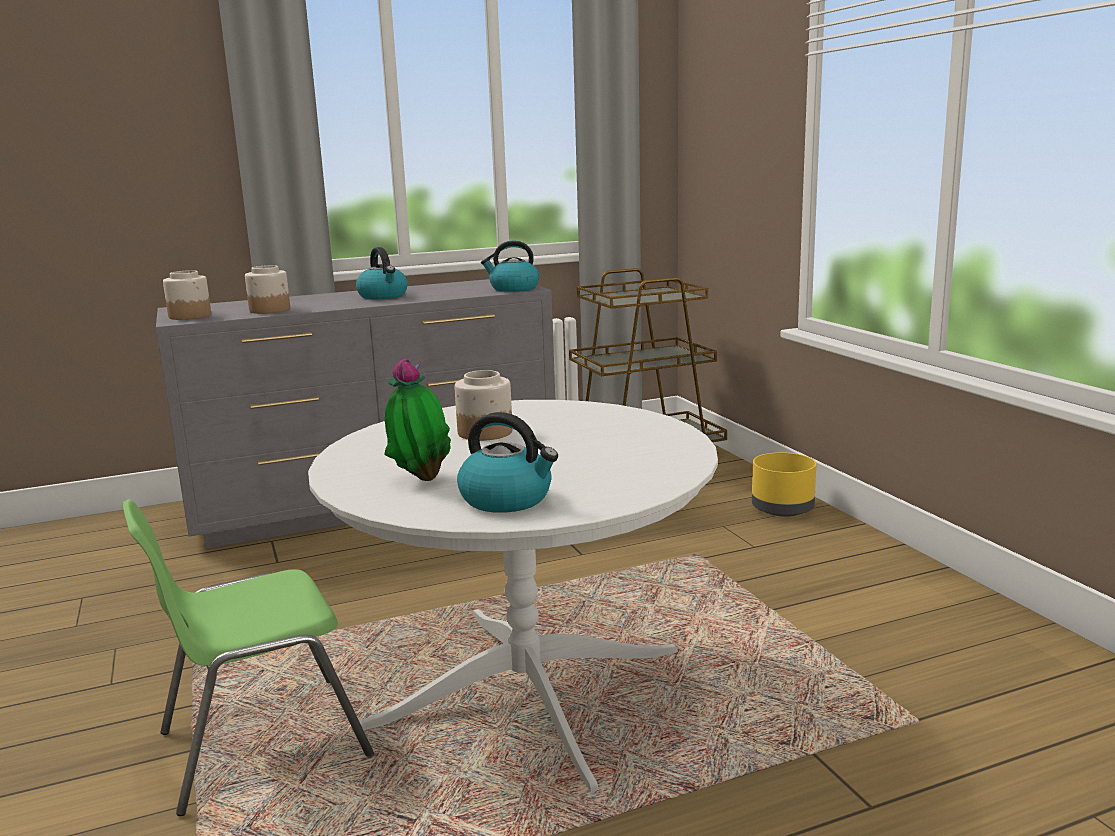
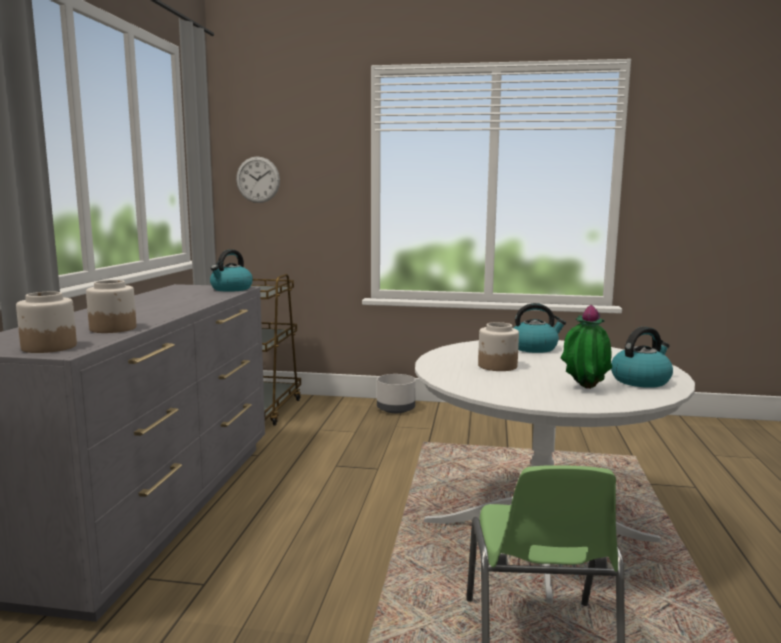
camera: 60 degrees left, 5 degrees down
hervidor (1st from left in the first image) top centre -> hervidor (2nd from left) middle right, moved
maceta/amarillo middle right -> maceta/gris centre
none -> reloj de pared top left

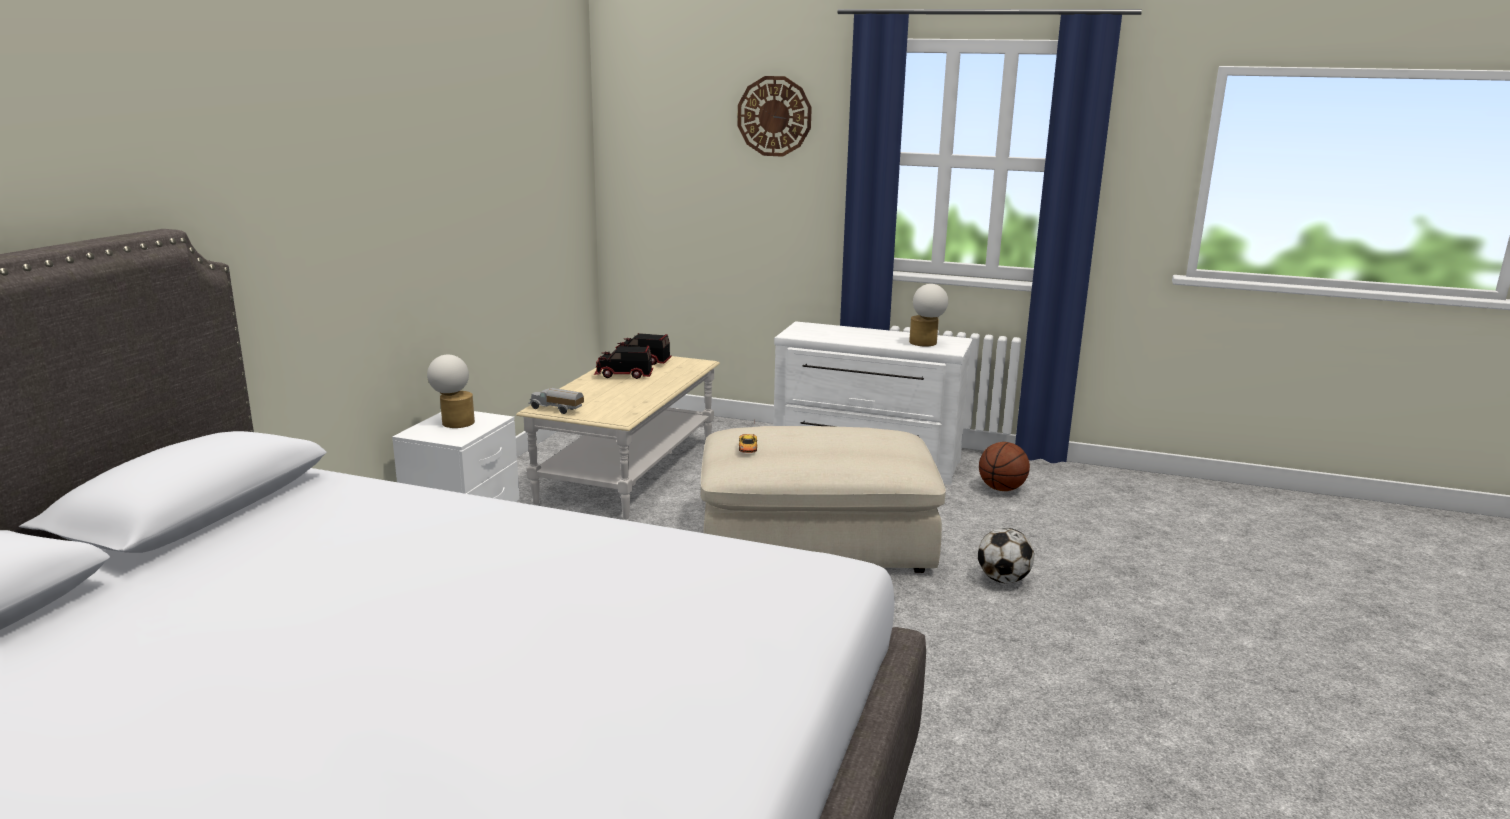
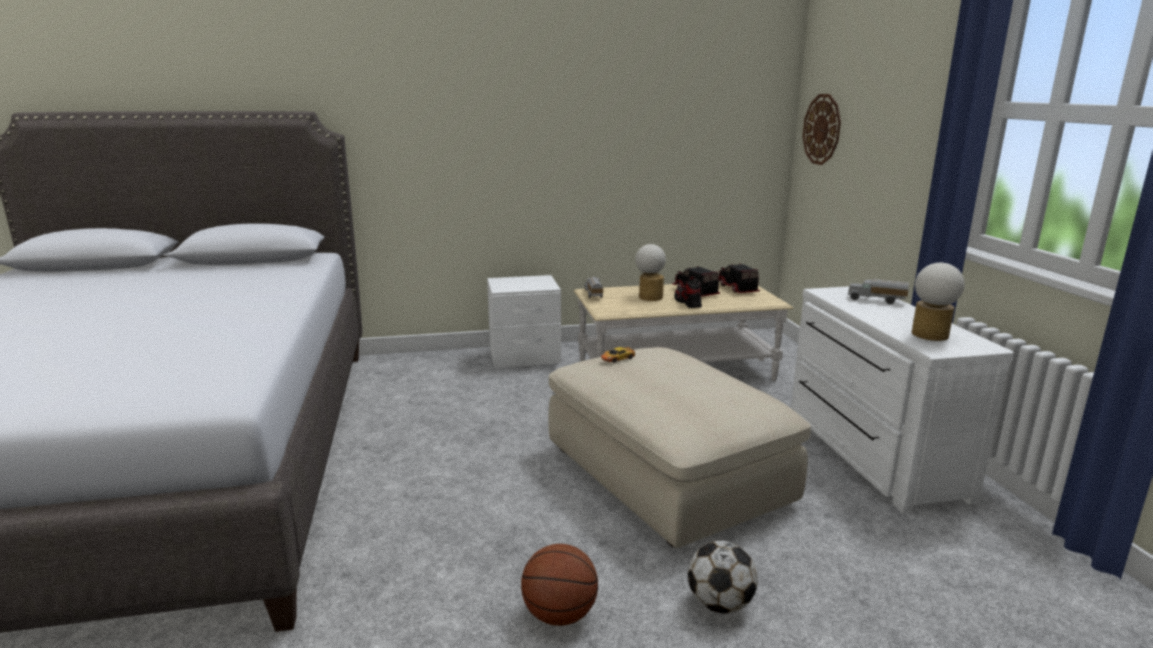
camera: 60 degrees right, 0 degrees up
lámpara de mesa (1st from left) middle left -> lámpara de mesa (1st from left) centre, moved
reloj de pared top centre -> reloj de pared top right, moved
balón de baloncesto centre -> balón de baloncesto bottom centre, moved
none -> zapato centre
none -> camión de juguete (4th from left) middle right

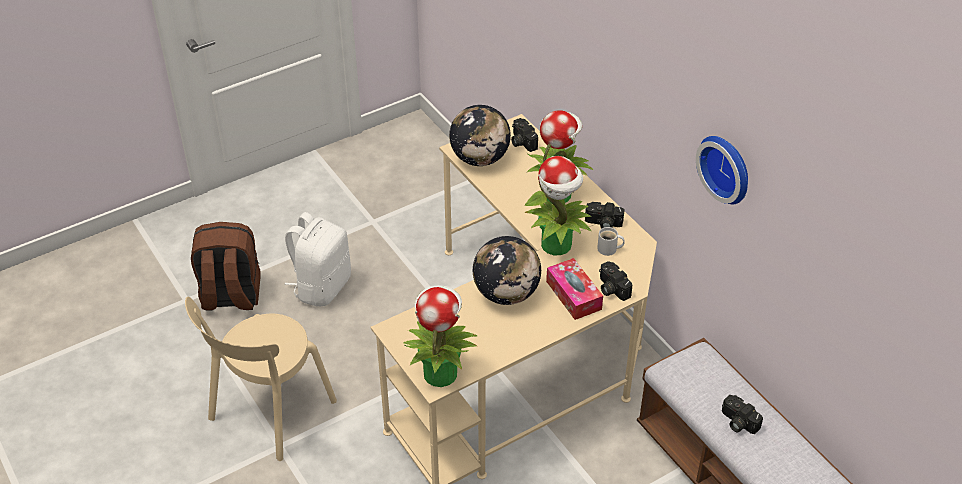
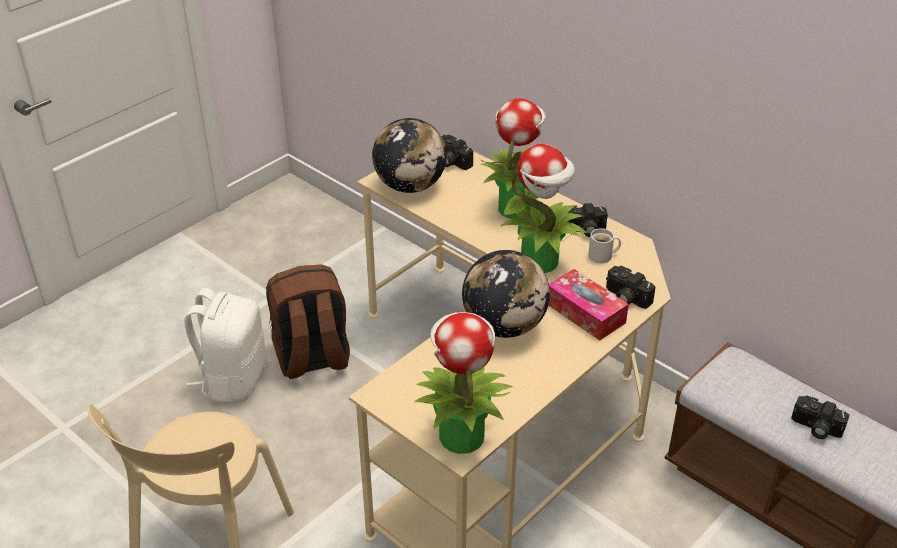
camera: 15 degrees left, 5 degrees down
mochila/marrón middle left -> mochila/marrón centre, moved
reloj de pared middle right -> none

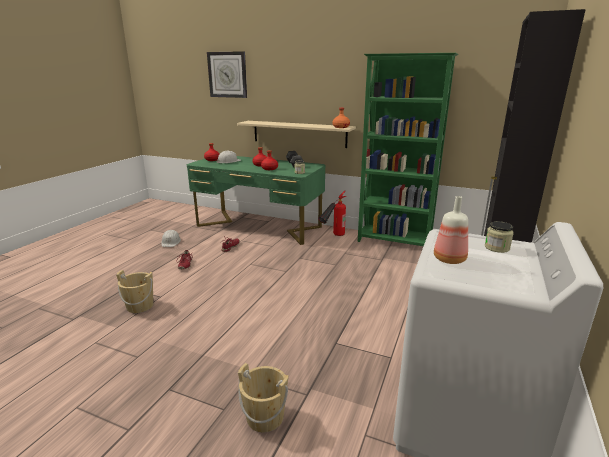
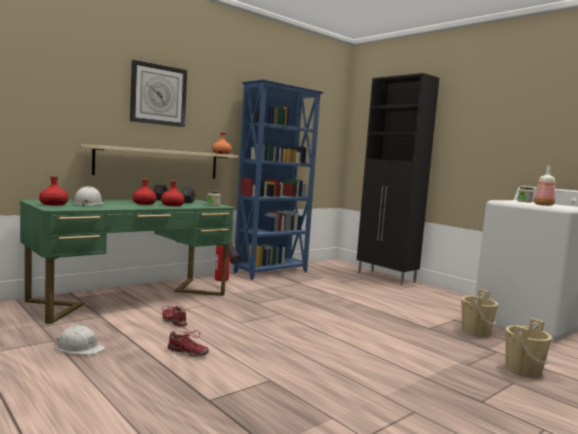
camera: 65 degrees left, 15 degrees down
cubo/beis (1st from left) middle left -> cubo/beis (1st from left) bottom right, moved
reloj de pared top centre -> reloj de pared top left, moved
estantería/verde top right -> estantería/azul centre

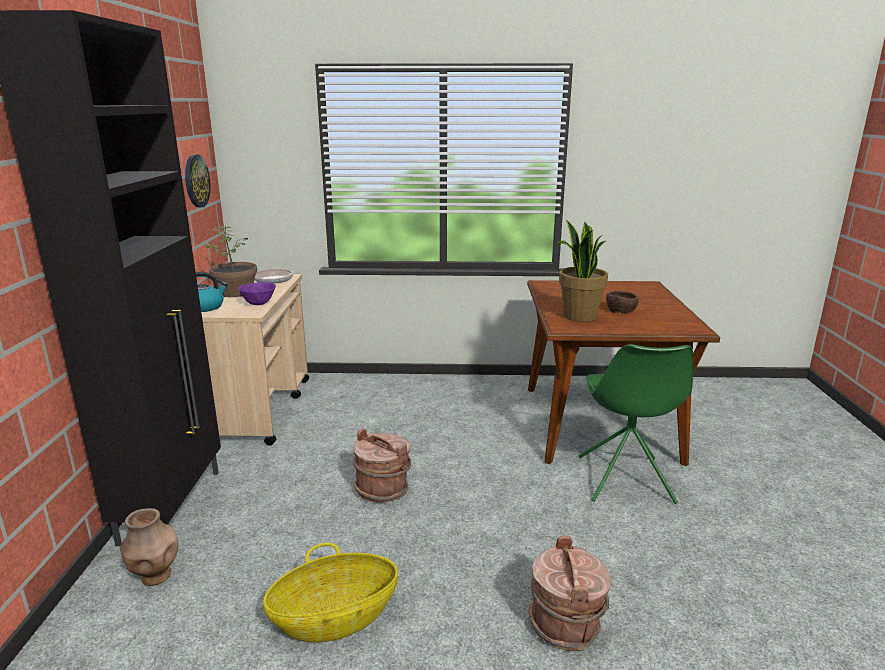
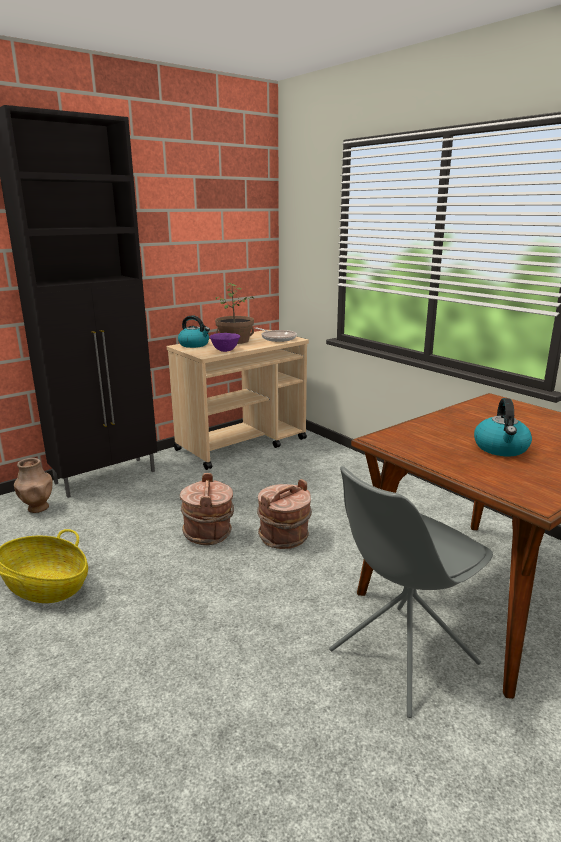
camera: 50 degrees right, 0 degrees up
reloj de pared top left -> none
cubo/marrón (2nd from left) bottom centre -> cubo/marrón (2nd from left) centre, moved
planta en maceta (2nd from left) centre -> none
silla/verde middle right -> silla/gris bottom right
cuenco/marrón middle right -> hervidor (2nd from left) middle right

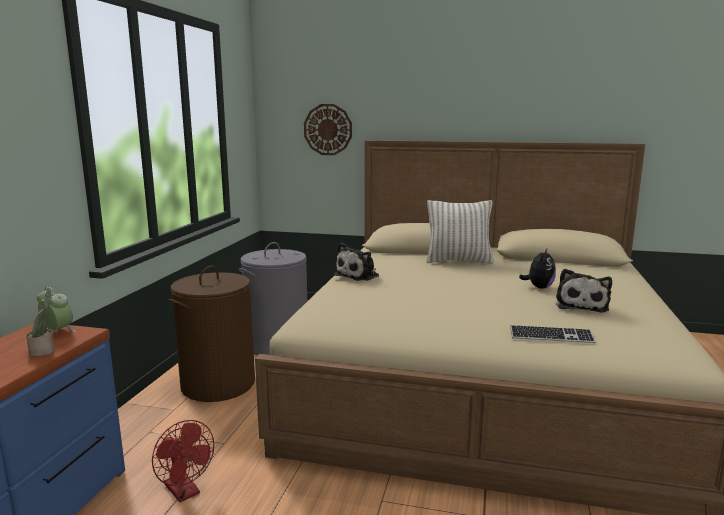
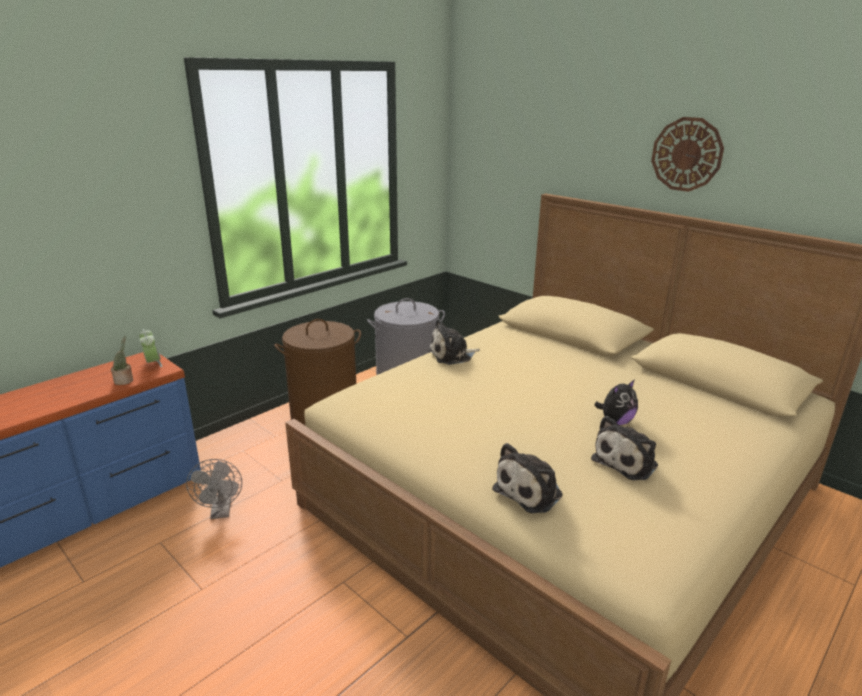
camera: 30 degrees right, 10 degrees up
ventilador/rojo bottom left -> ventilador/gris bottom left
reloj de pared top centre -> reloj de pared top right, moved
cojín centre -> none
teclado middle right -> peluche (2nd from left) bottom centre

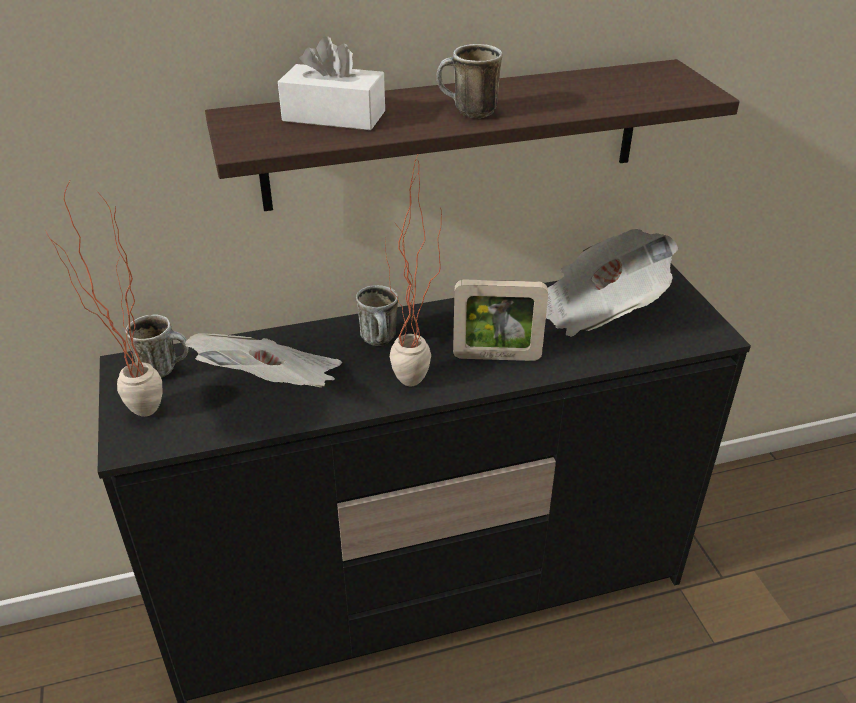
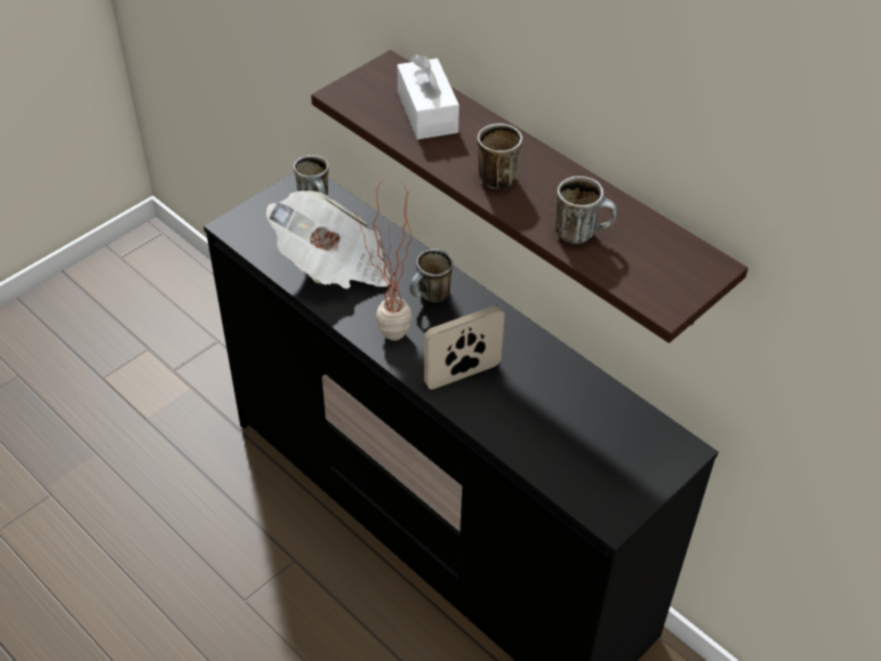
camera: 60 degrees right, 10 degrees up
planta en maceta (1st from left) middle left -> none
portarretratos centre, 90 degrees clockwise
periódico (2nd from left) middle right -> none
none -> taza grande (4th from left) top centre

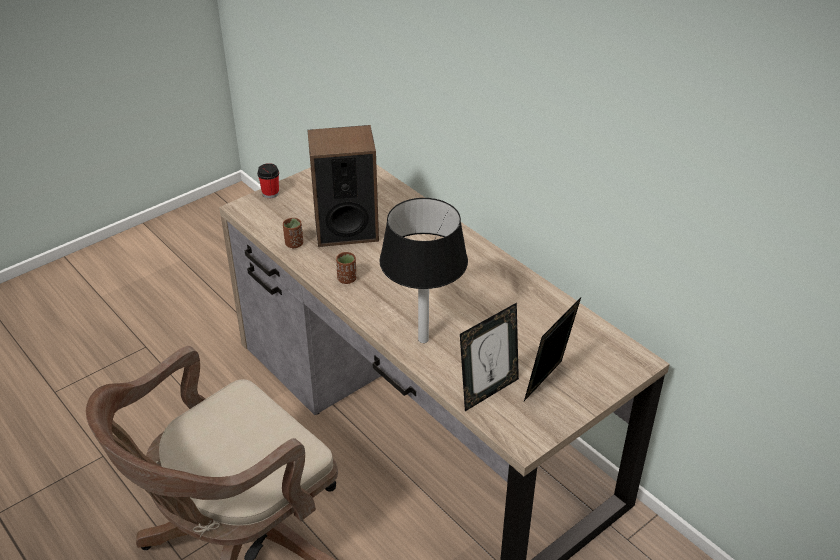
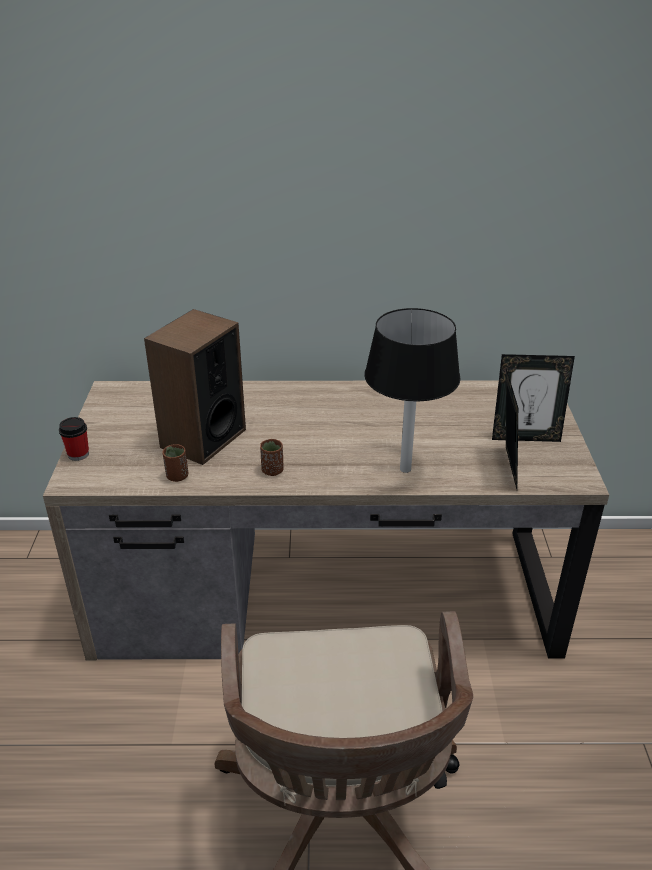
camera: 50 degrees left, 5 degrees down
portarretratos (2nd from left) centre -> portarretratos (2nd from left) middle right, 75 degrees counterclockwise

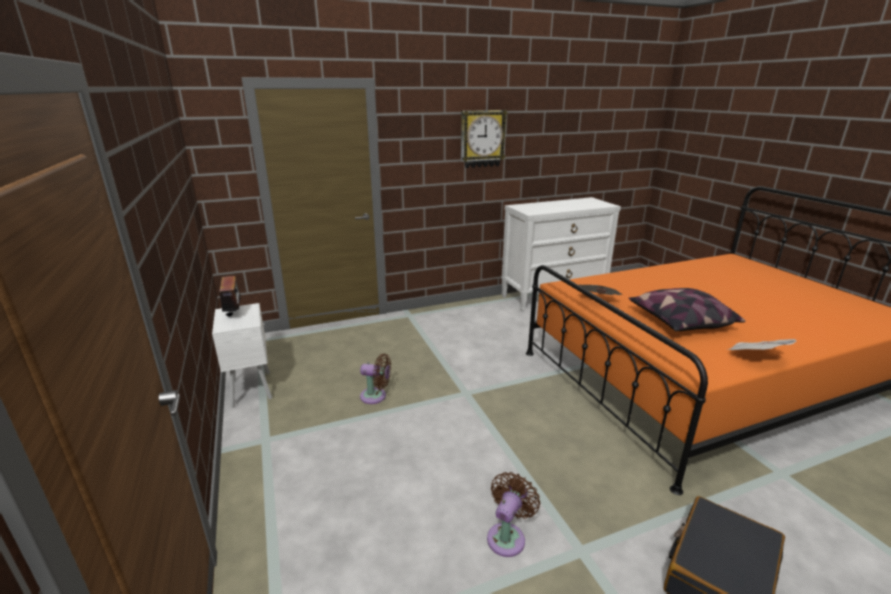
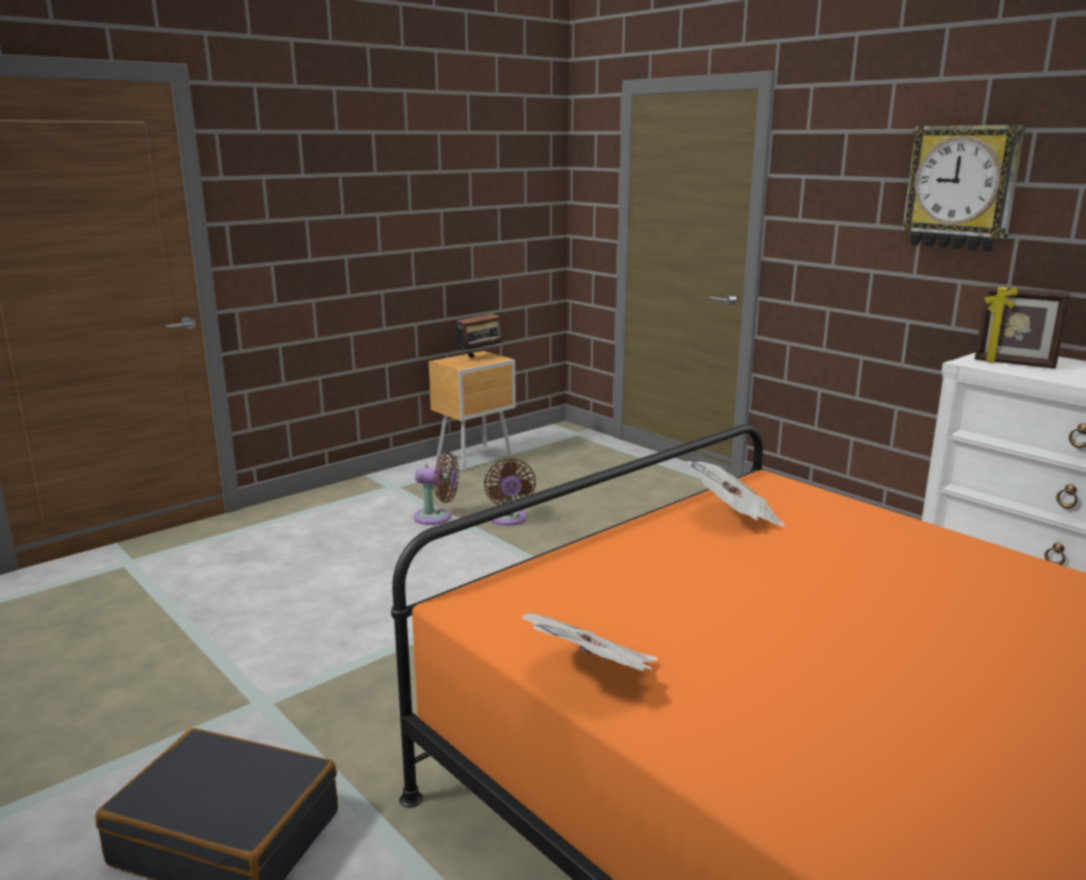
camera: 70 degrees right, 5 degrees down
mesita de noche/blanco middle left -> mesita de noche/marrón centre
ventilador/marrón (2nd from left in the first image) bottom centre -> ventilador/marrón (1st from left) centre, moved
cojín middle right -> none
none -> portarretratos middle right

